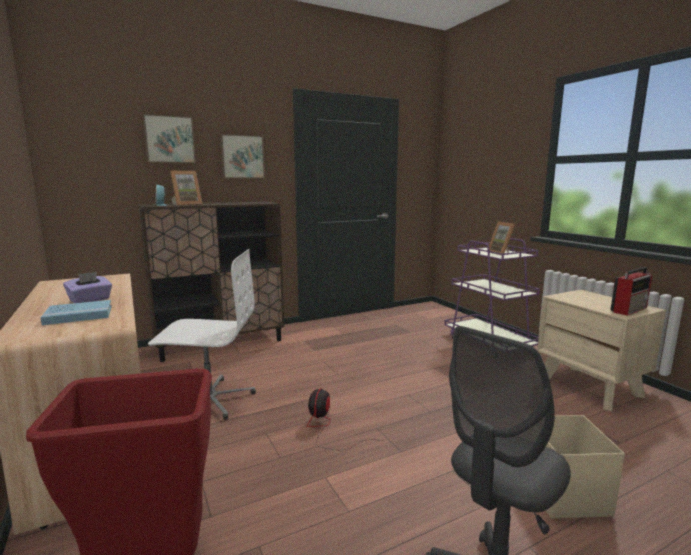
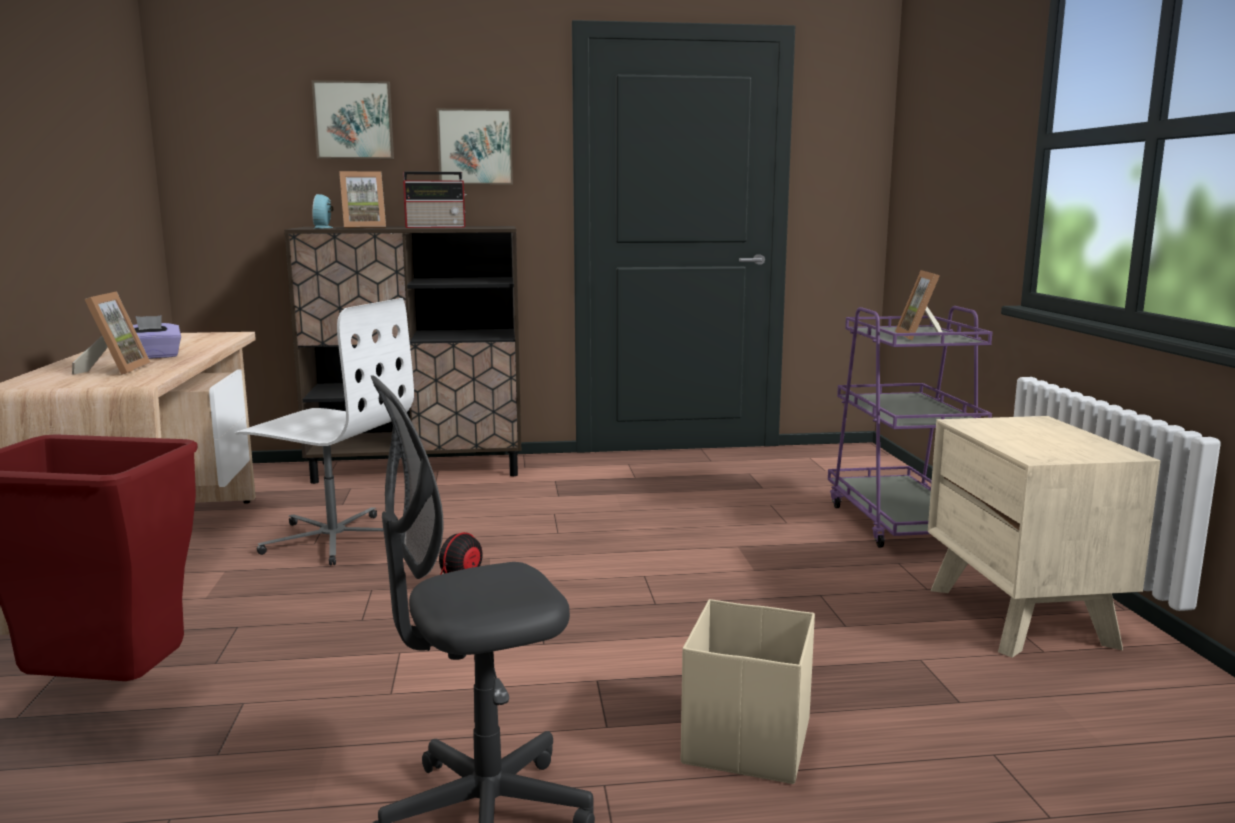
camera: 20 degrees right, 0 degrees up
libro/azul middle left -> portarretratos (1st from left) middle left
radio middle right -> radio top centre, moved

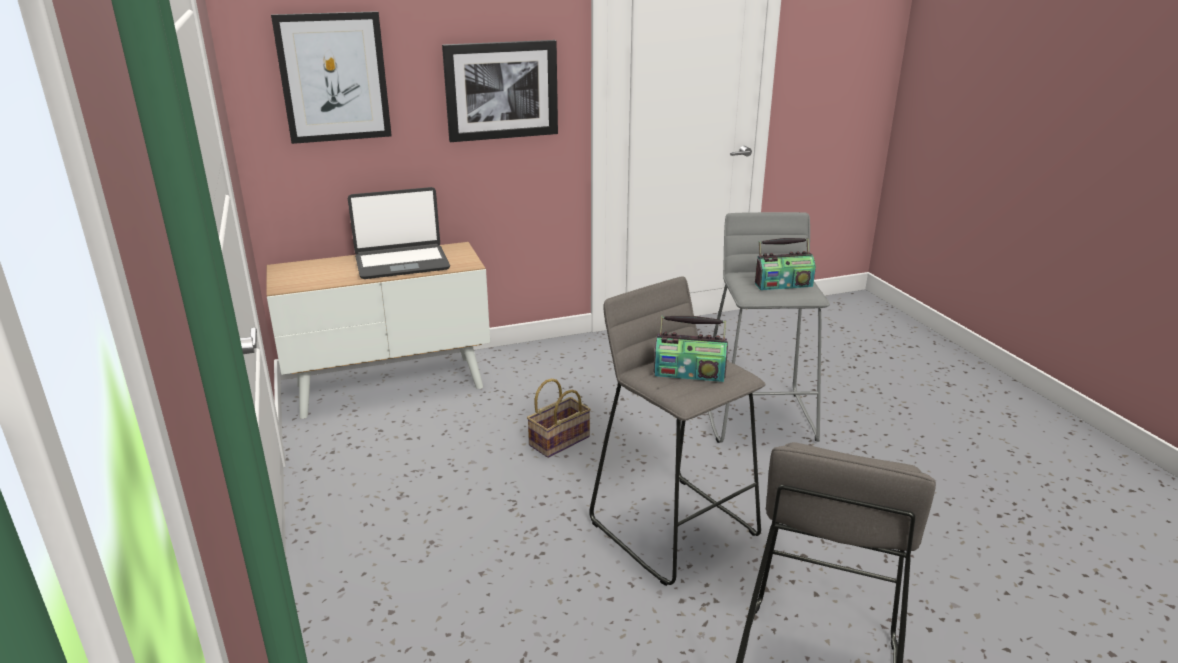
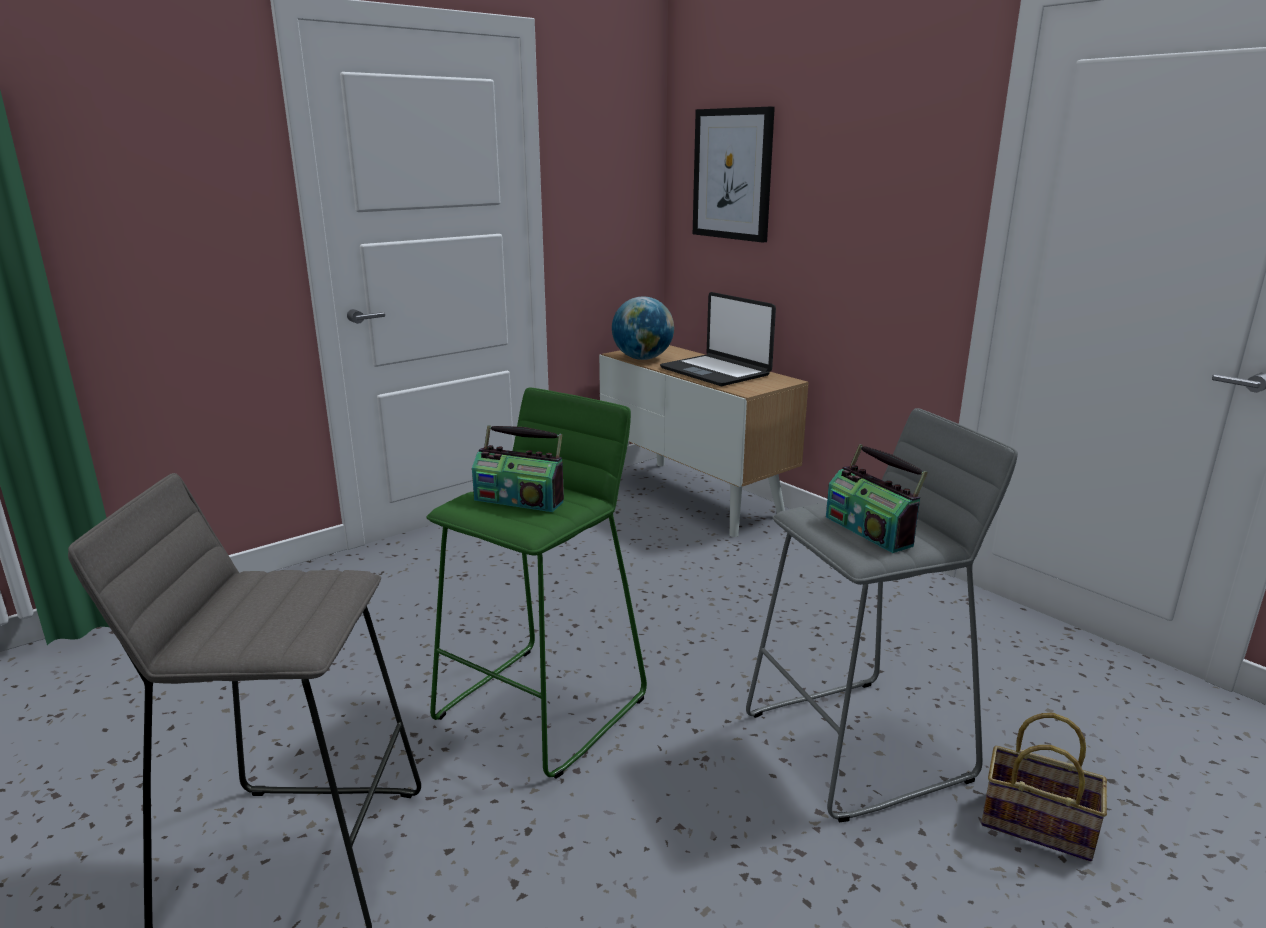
camera: 70 degrees right, 5 degrees down
cuadro (2nd from left) top centre -> none
cesta centre -> cesta bottom right, moved
taburete/gris (1st from left) centre -> taburete/verde centre
radio (1st from left) centre, 60 degrees counterclockwise
none -> globo terráqueo centre

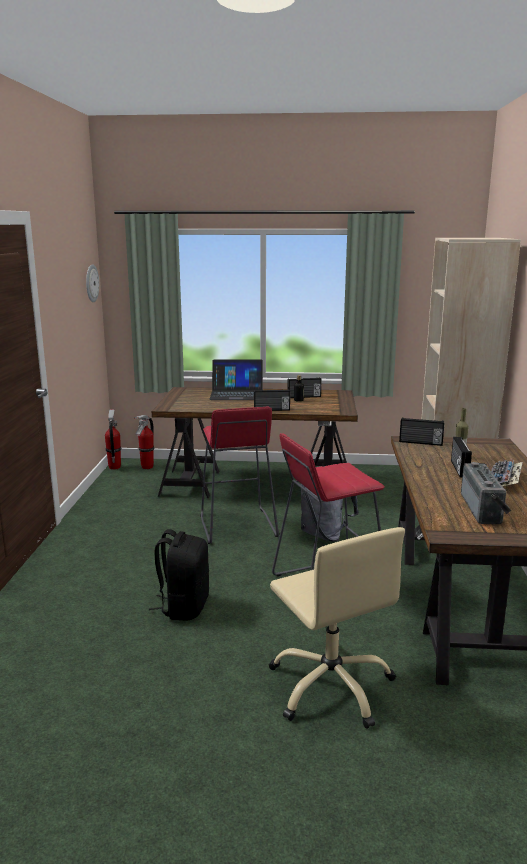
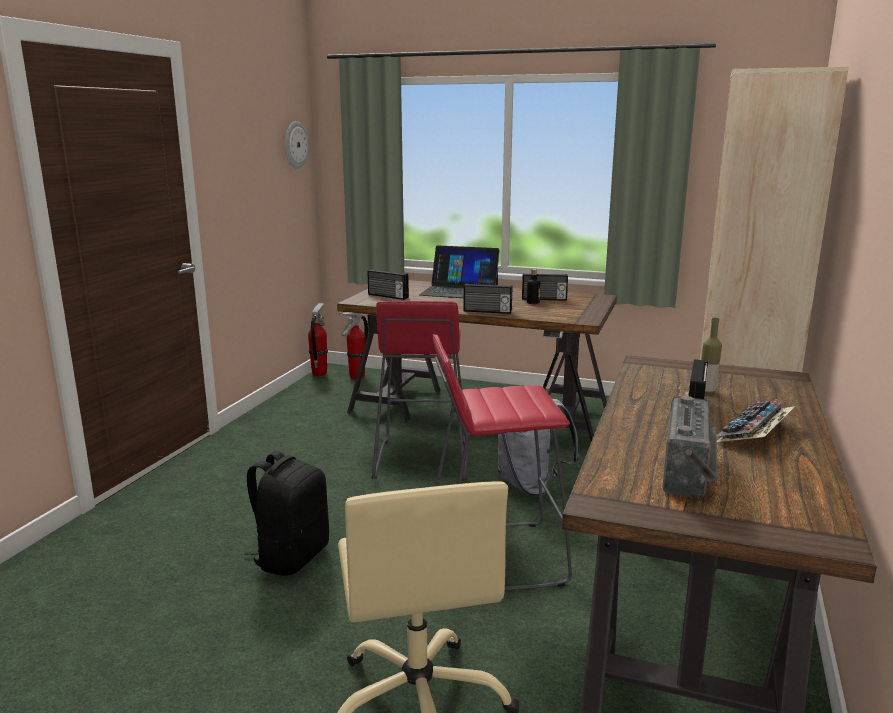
camera: 15 degrees right, 0 degrees up
radio (3rd from left in the first image) middle right -> radio (1st from left) centre, moved

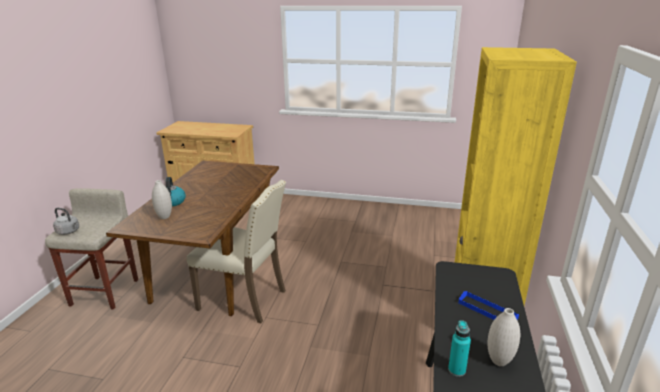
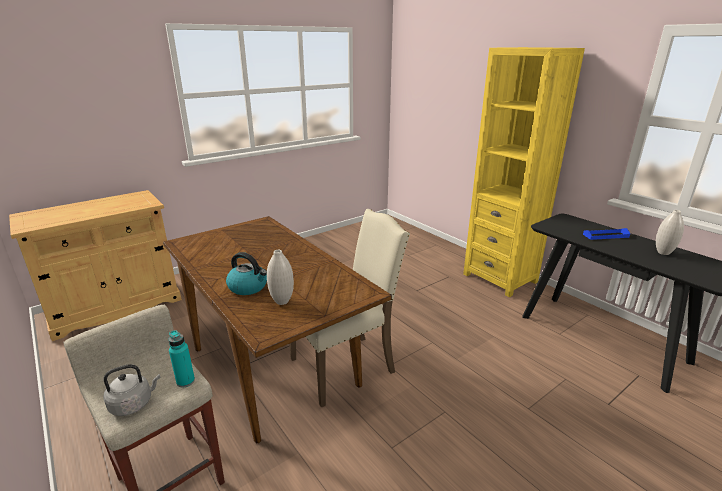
camera: 50 degrees left, 0 degrees up
botella/turquesa bottom right -> botella/turquesa bottom left, moved

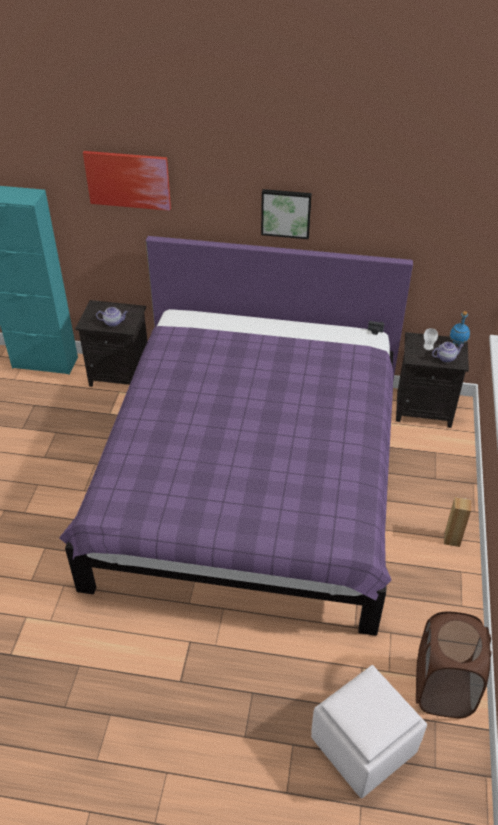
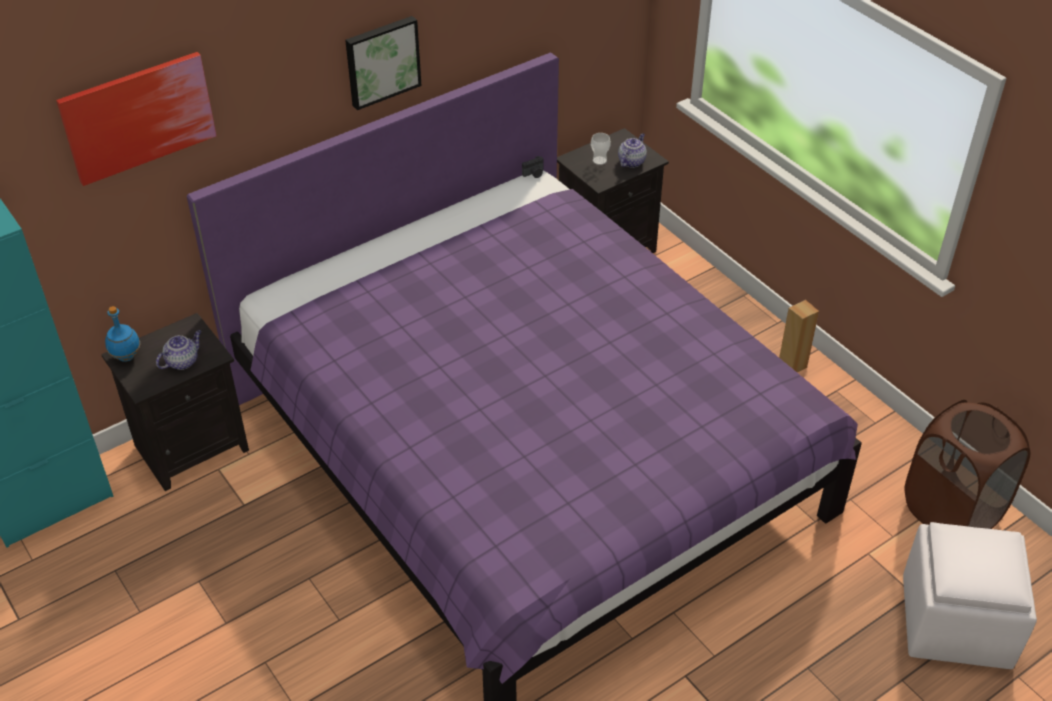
camera: 45 degrees left, 0 degrees up
botella/azul middle right -> botella/azul middle left, moved

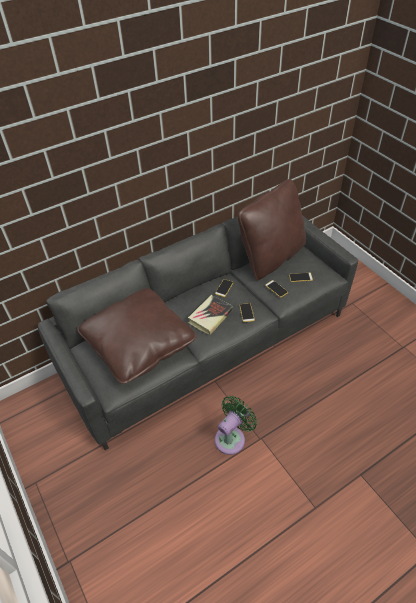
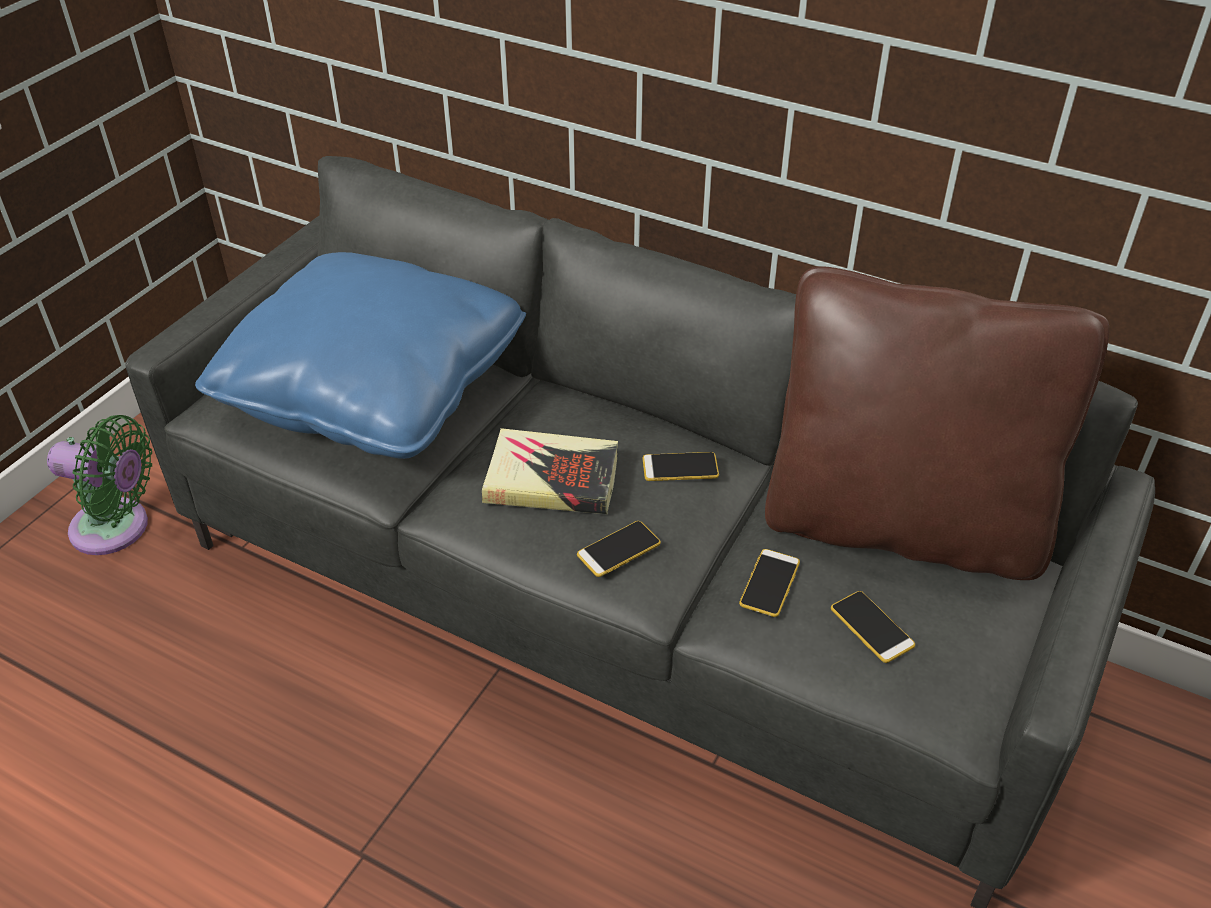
camera: 60 degrees right, 5 degrees down
cojín/marrón (1st from left) middle left -> cojín/azul middle left
ventilador/verde bottom centre -> ventilador/verde middle left, moved

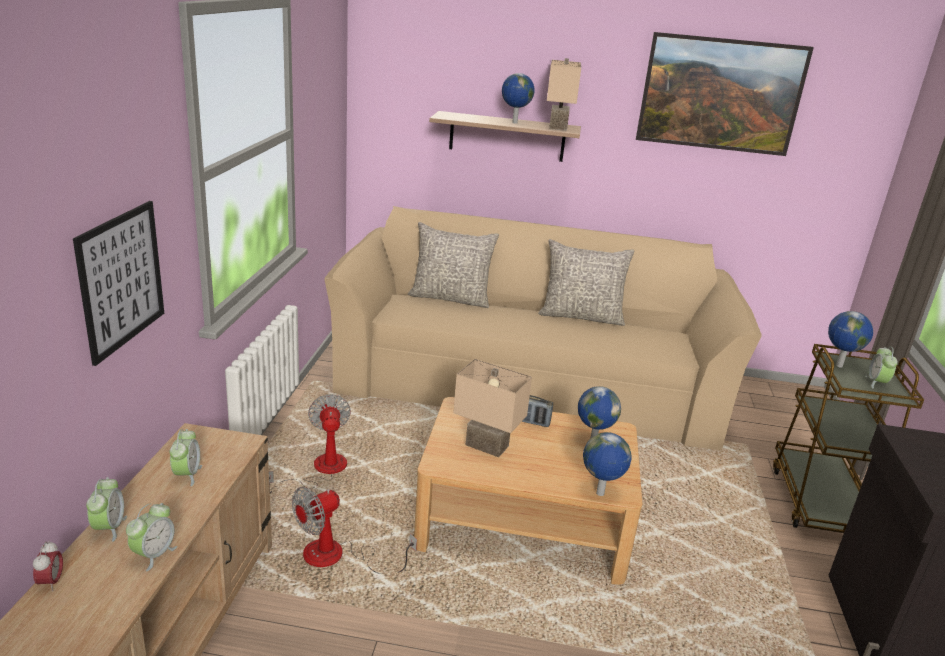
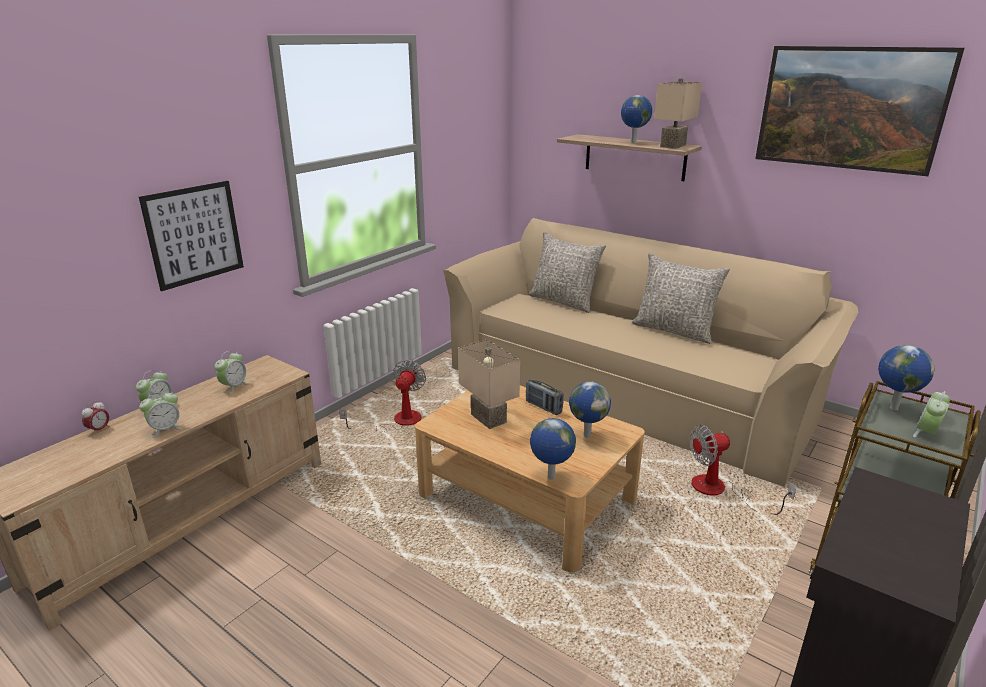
camera: 30 degrees right, 0 degrees up
ventilador (2nd from left) bottom centre -> ventilador (2nd from left) bottom right, moved

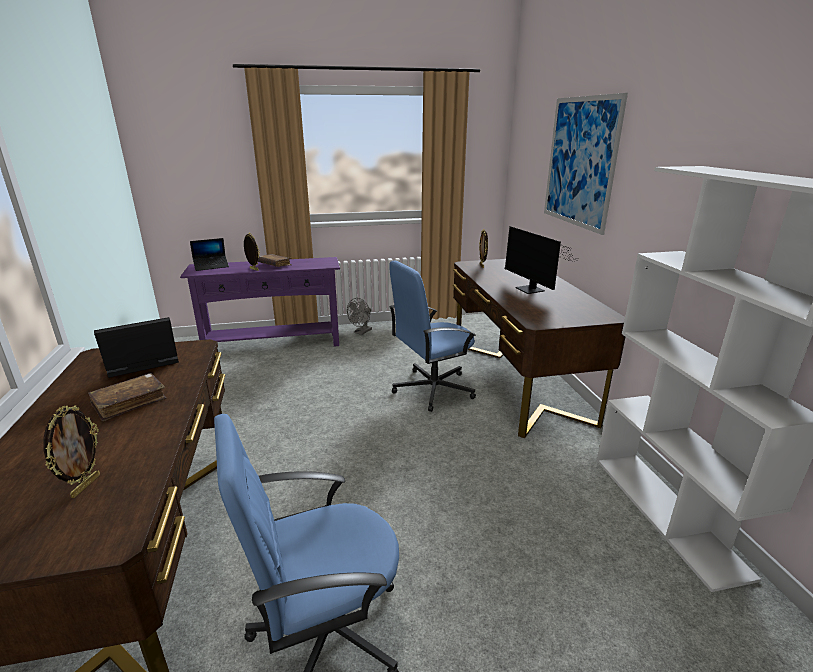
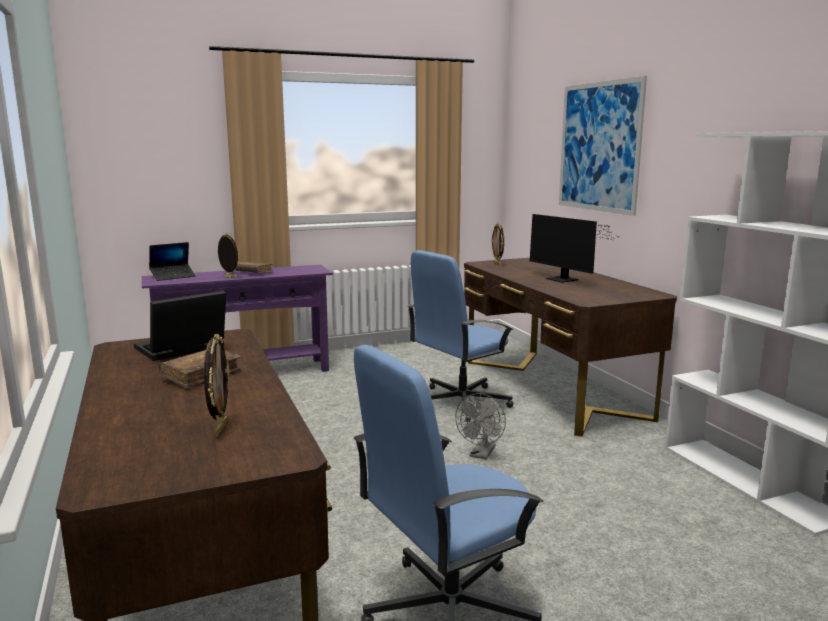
camera: 10 degrees left, 10 degrees down
ventilador/gris centre -> ventilador/gris bottom centre, moved

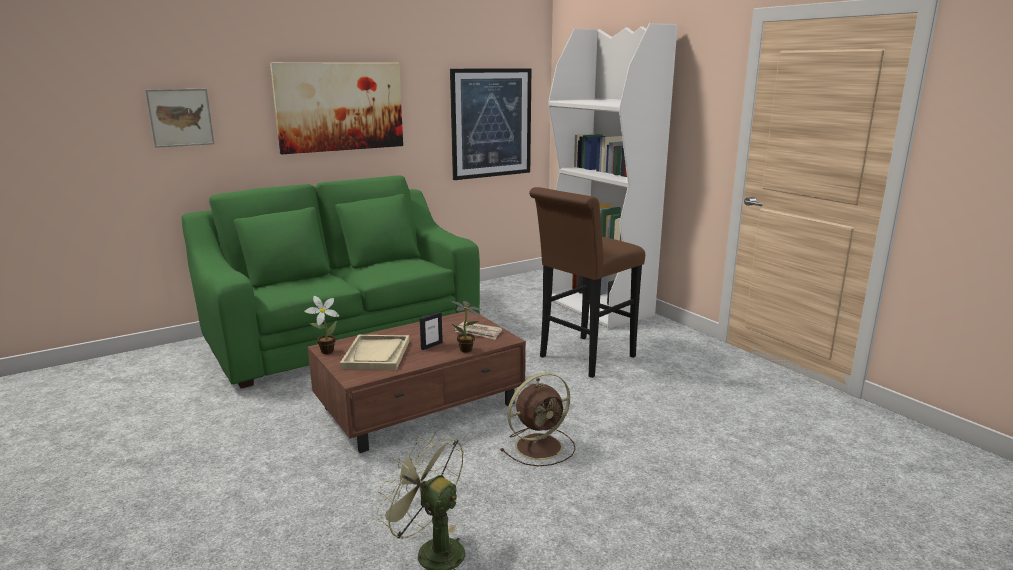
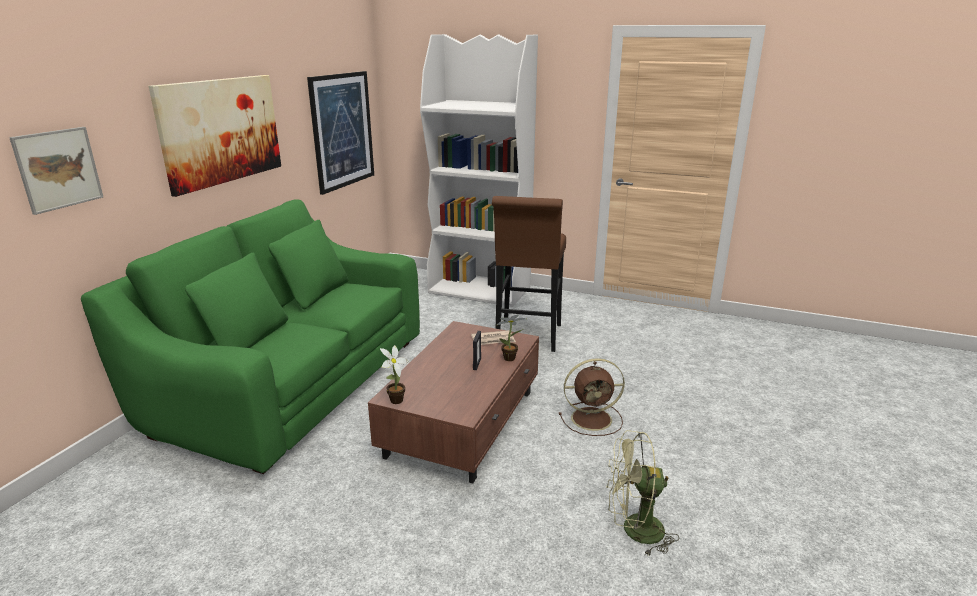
camera: 35 degrees left, 5 degrees up
bandeja/beis centre -> none
ventilador/marrón bottom centre -> ventilador/marrón centre, 60 degrees clockwise

